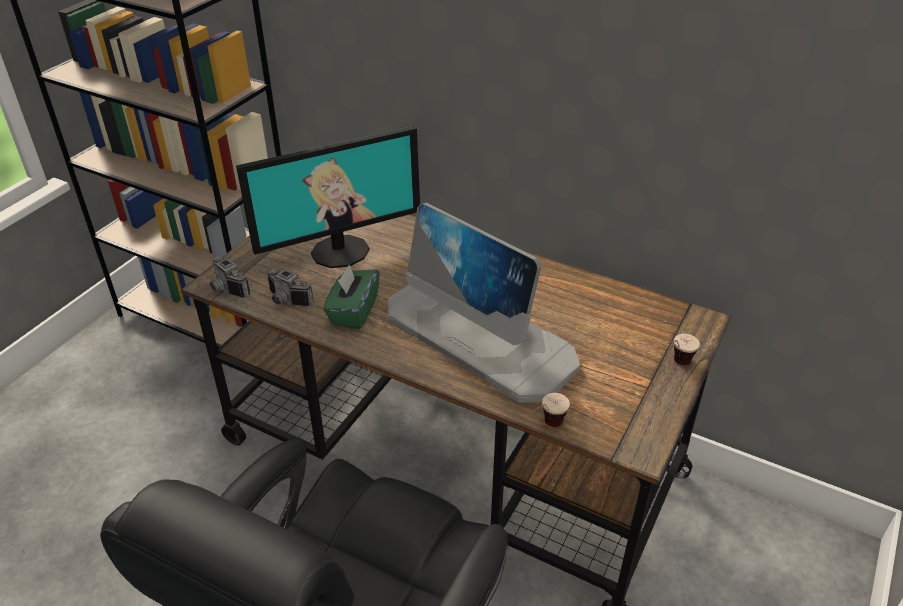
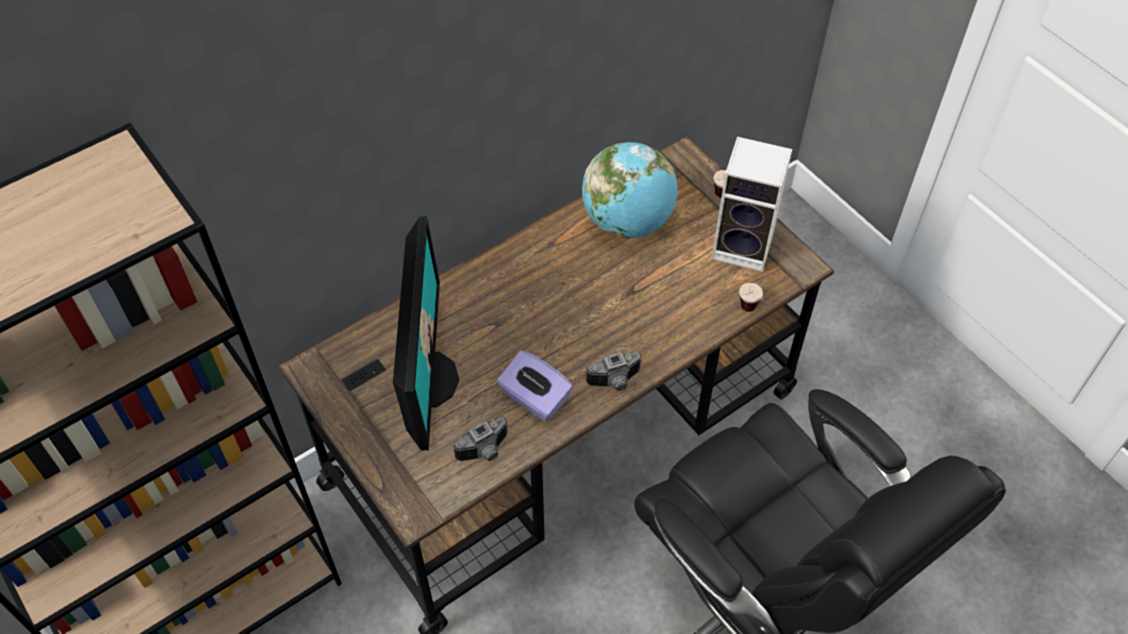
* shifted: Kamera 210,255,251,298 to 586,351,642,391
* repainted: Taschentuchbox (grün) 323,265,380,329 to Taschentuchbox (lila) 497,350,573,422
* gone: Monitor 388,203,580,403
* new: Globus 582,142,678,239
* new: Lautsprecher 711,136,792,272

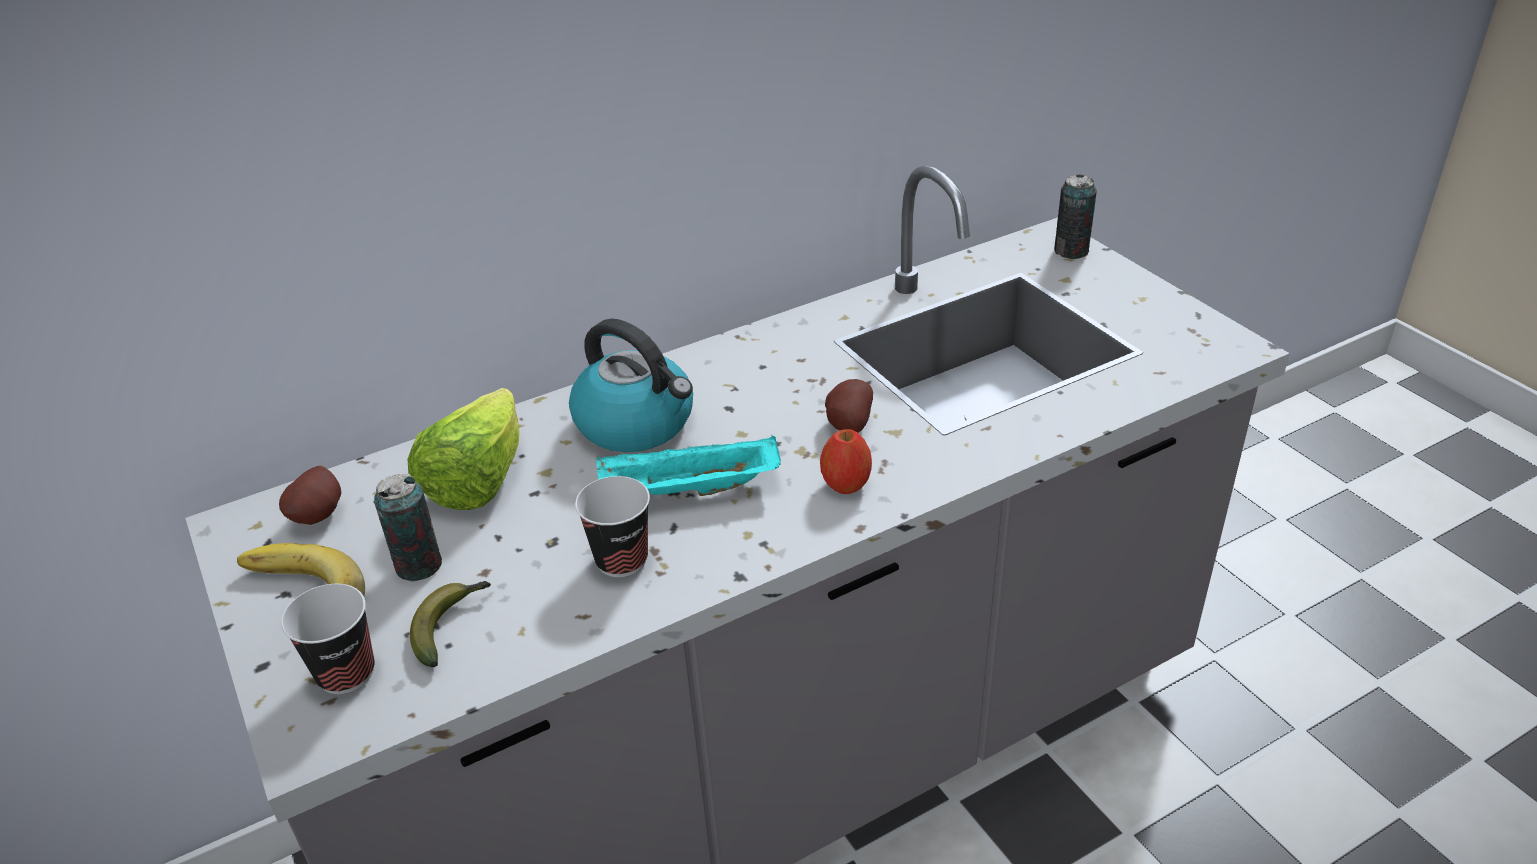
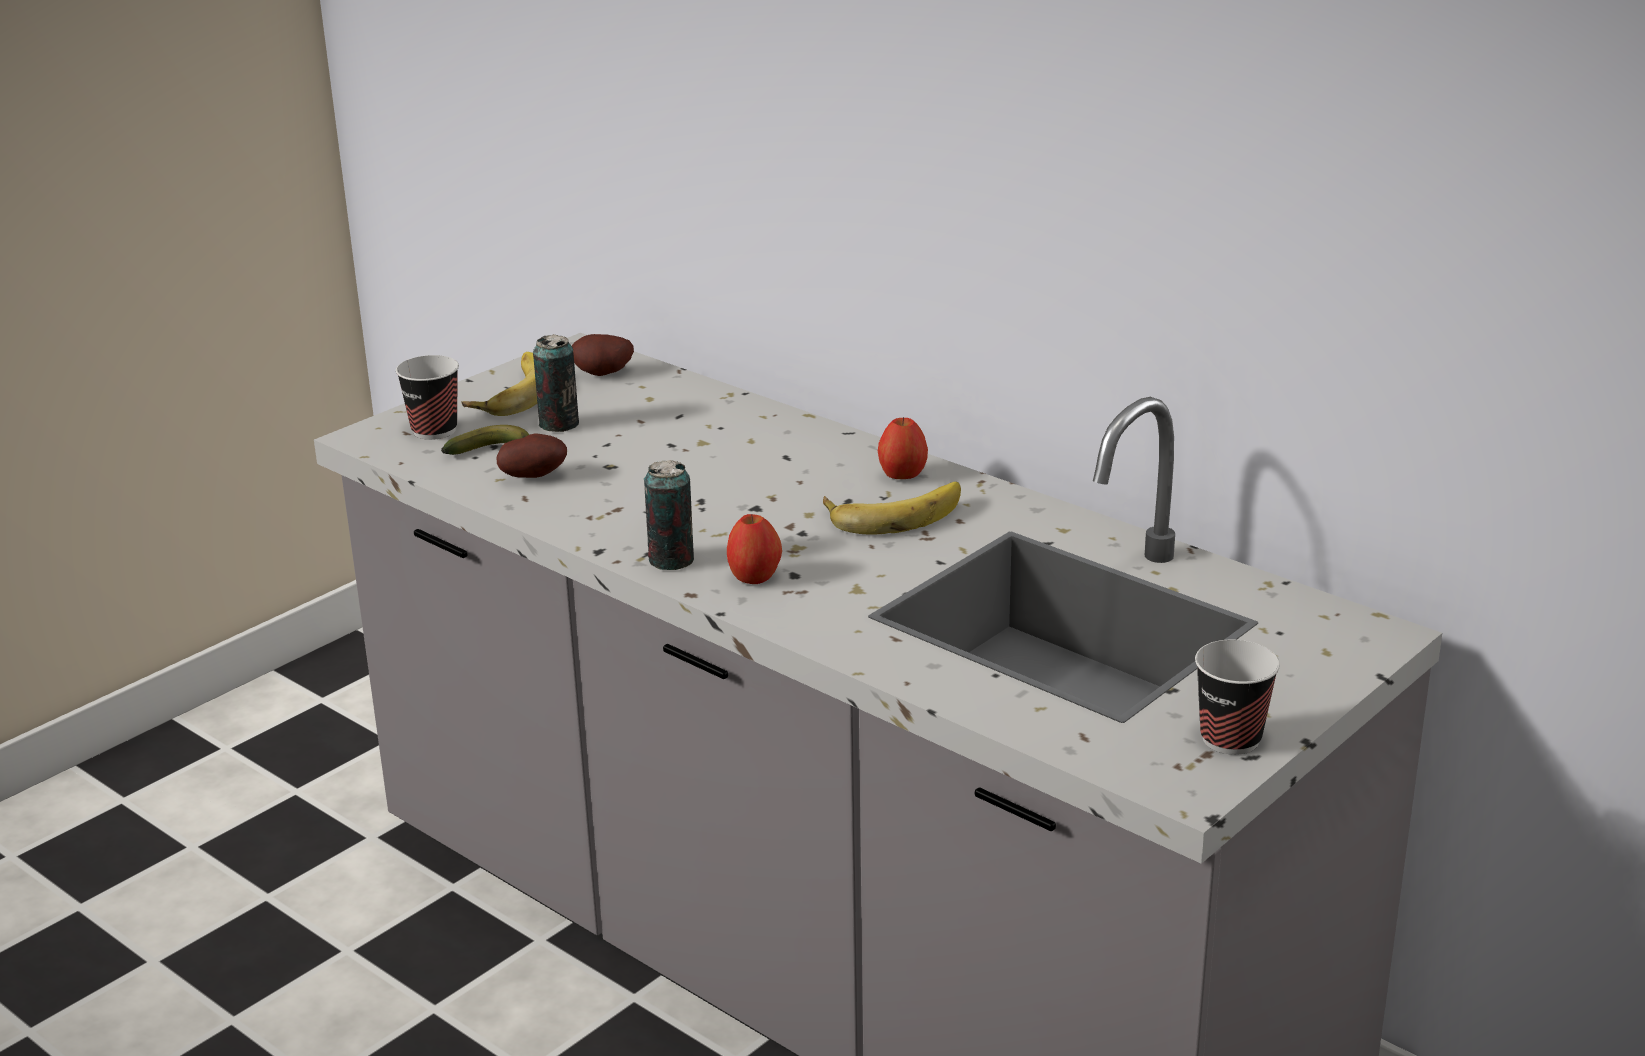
* gone: Salatkopf 408,388,520,510
* gone: Wasserkessel 569,319,693,452
* shifted: Tasse 575,476,650,577 to 1195,640,1280,755
* gone: Tablett (türkis) 596,435,781,496
* shifted: Kartoffel 825,379,873,433 to 497,433,567,478
* shifted: Dose 1054,174,1097,259 to 644,460,694,570
* new: Banane 823,482,961,535
* new: Apfel 878,417,928,479

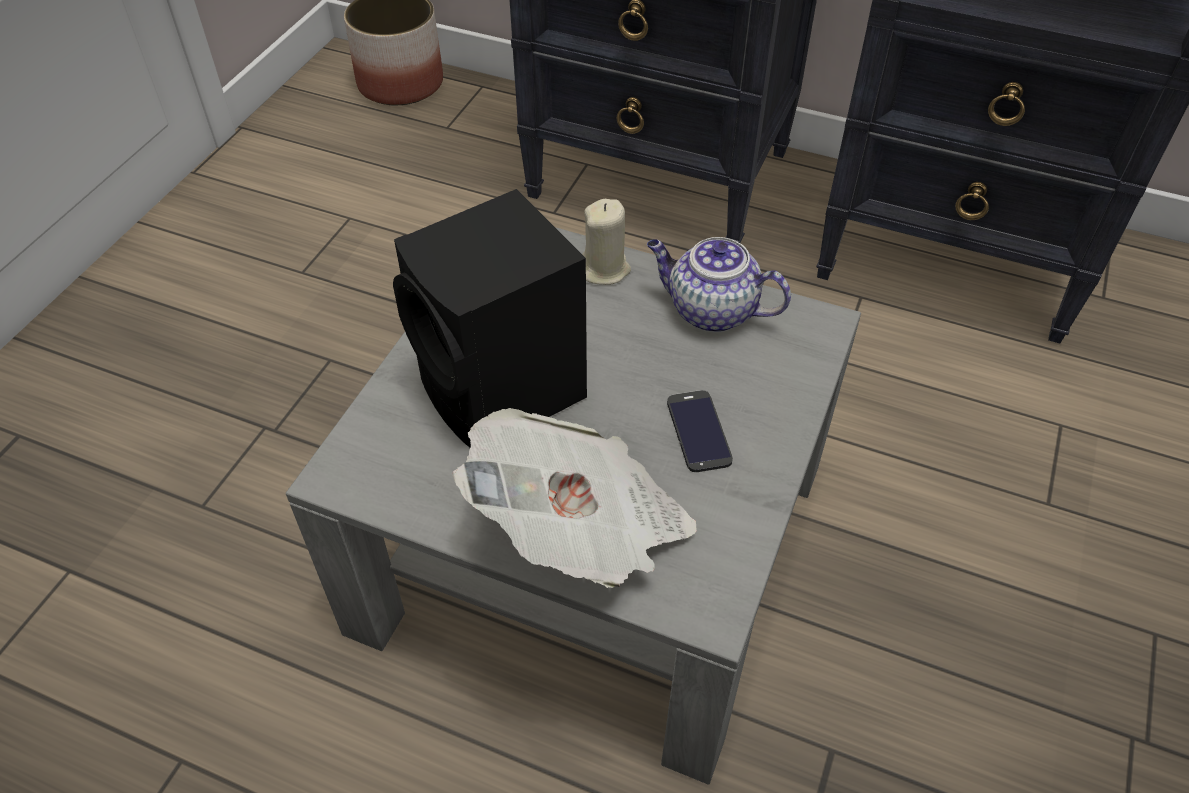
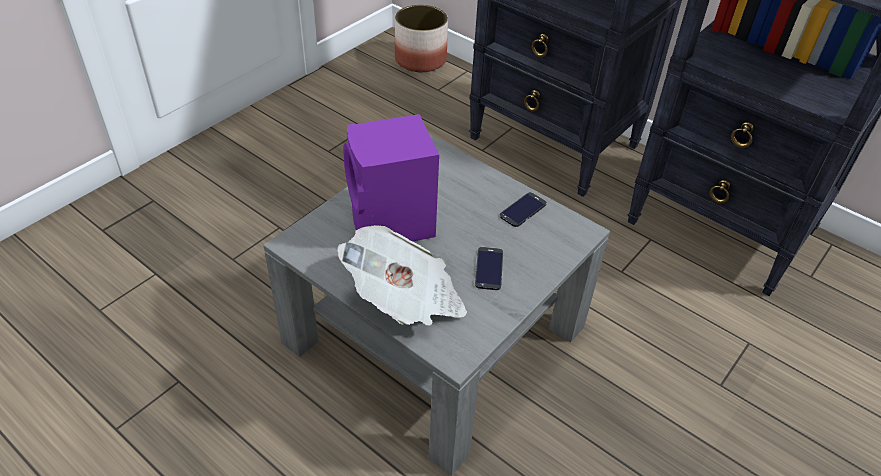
* repainted: Lautsprecher (schwarz) 393,189,587,448 to Lautsprecher (lila) 343,114,439,241
* gone: Kerze (beige) 582,199,631,285
* swapped: Teekanne 647,237,791,333 to Handy 500,192,547,227

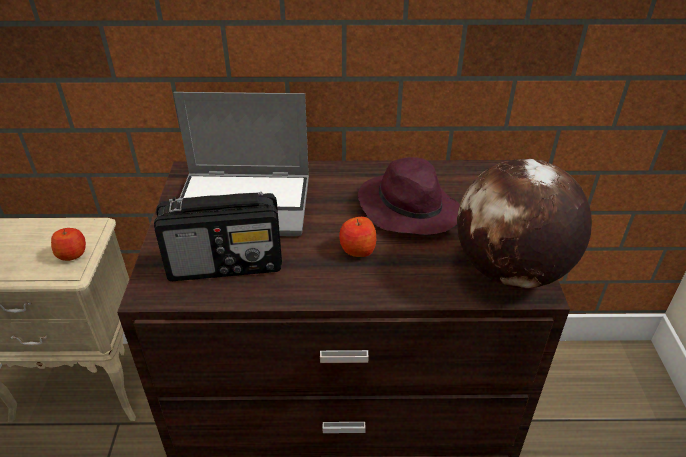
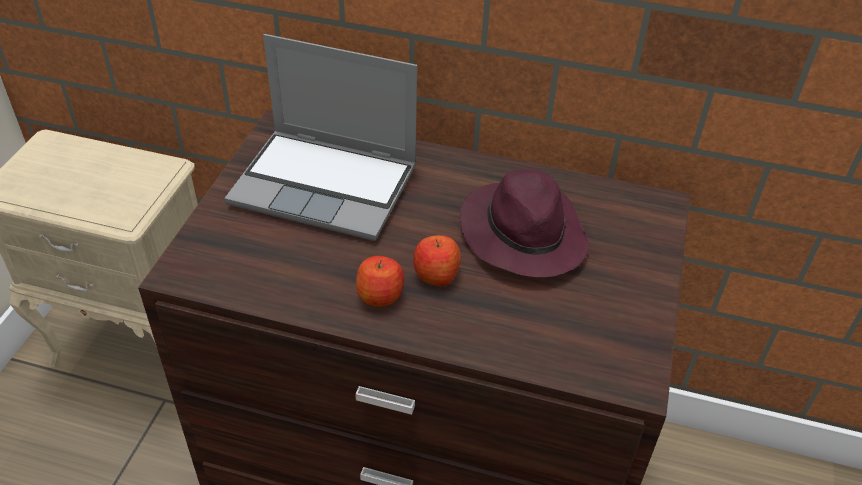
* shifted: Apfel 51,228,86,261 to 356,256,404,307
* gone: Radio 154,192,282,281
* gone: Globus 457,159,592,289

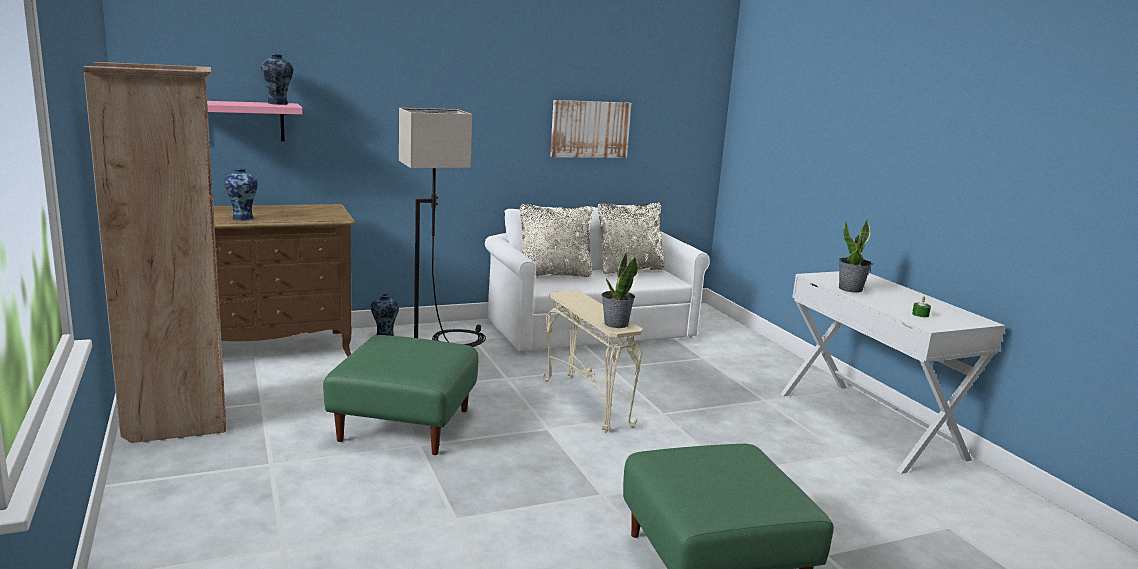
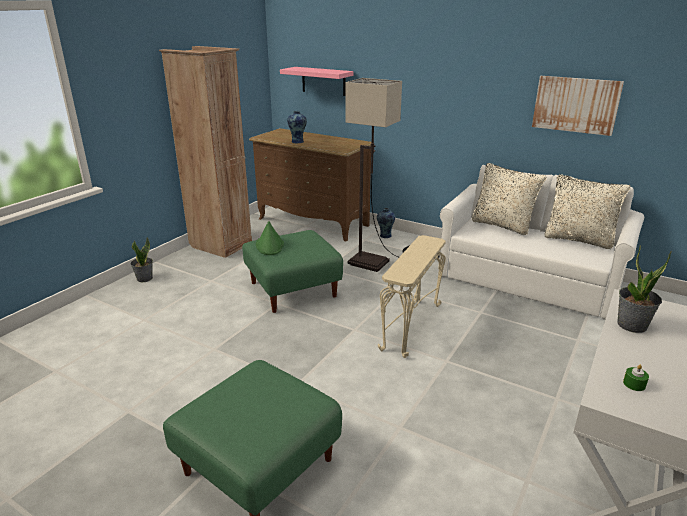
* gone: Vase 261,54,293,105
* shifted: Topfpflanze 601,253,638,328 to 130,237,153,282
* new: Hut (grün) 256,221,284,255

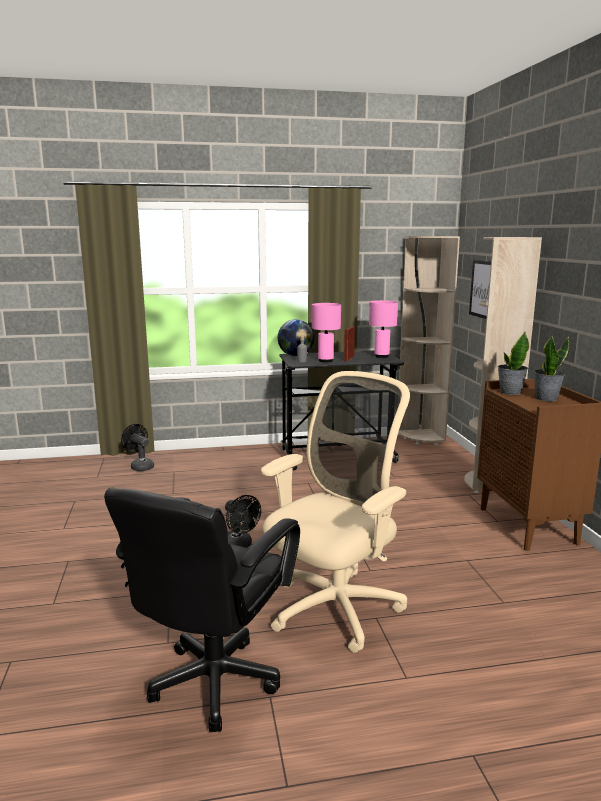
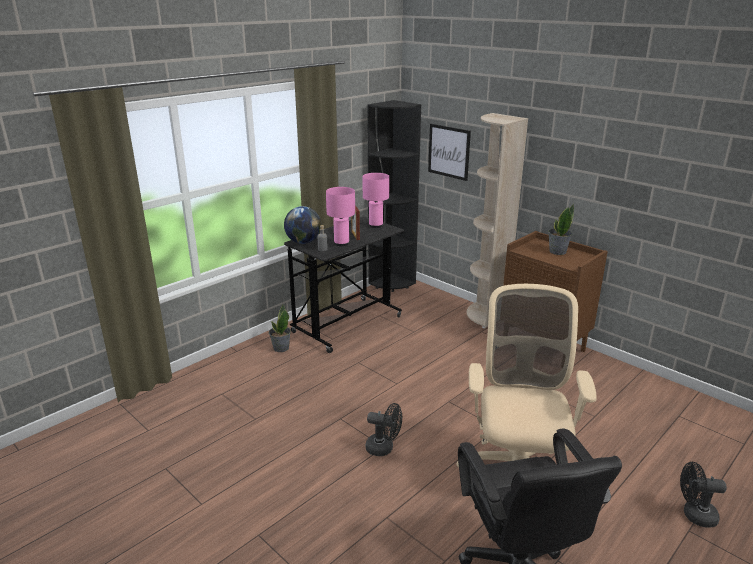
* shifted: Ventilator (schwarz) 121,424,154,471 to 680,462,727,528
* repainted: Bücherregal (beige) 398,236,460,445 to Bücherregal (schwarz) 367,100,421,292
* shifted: Topfpflanze 498,332,529,395 to 269,304,291,352

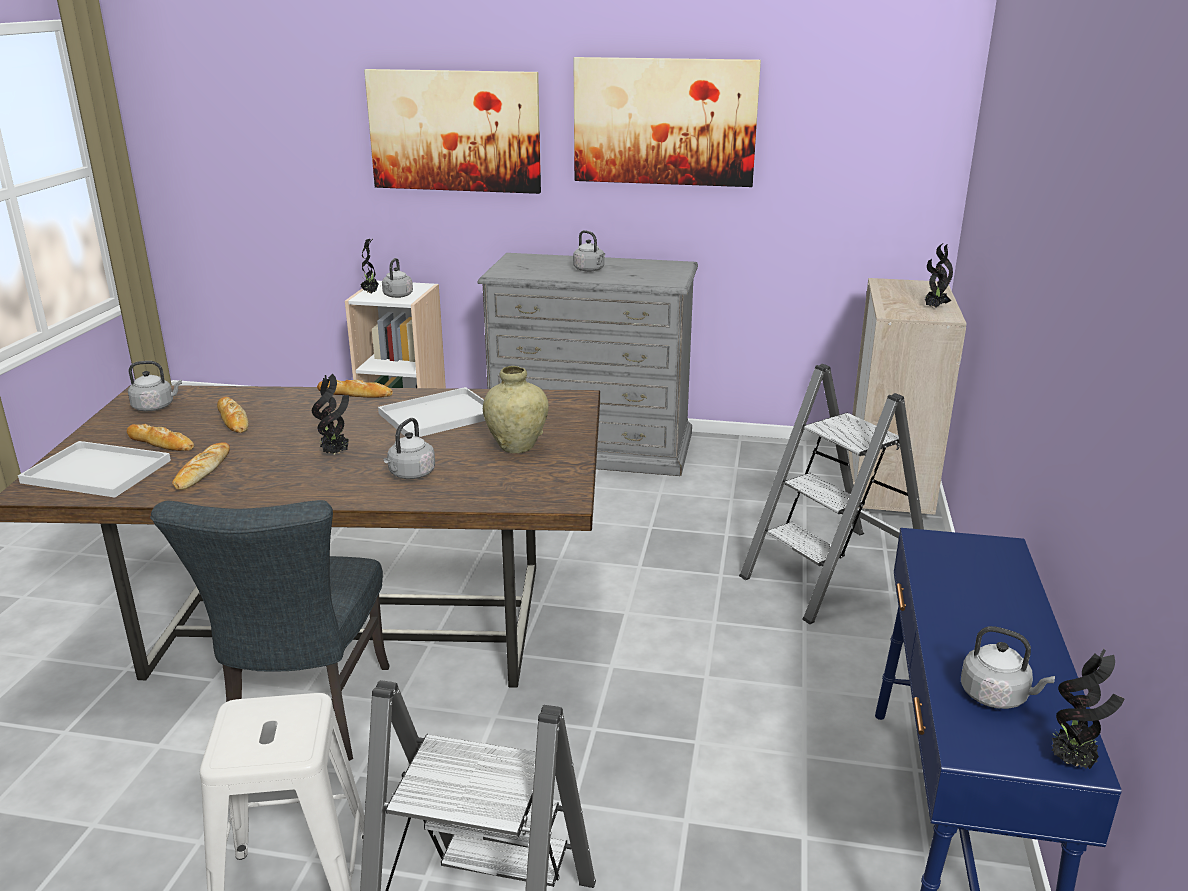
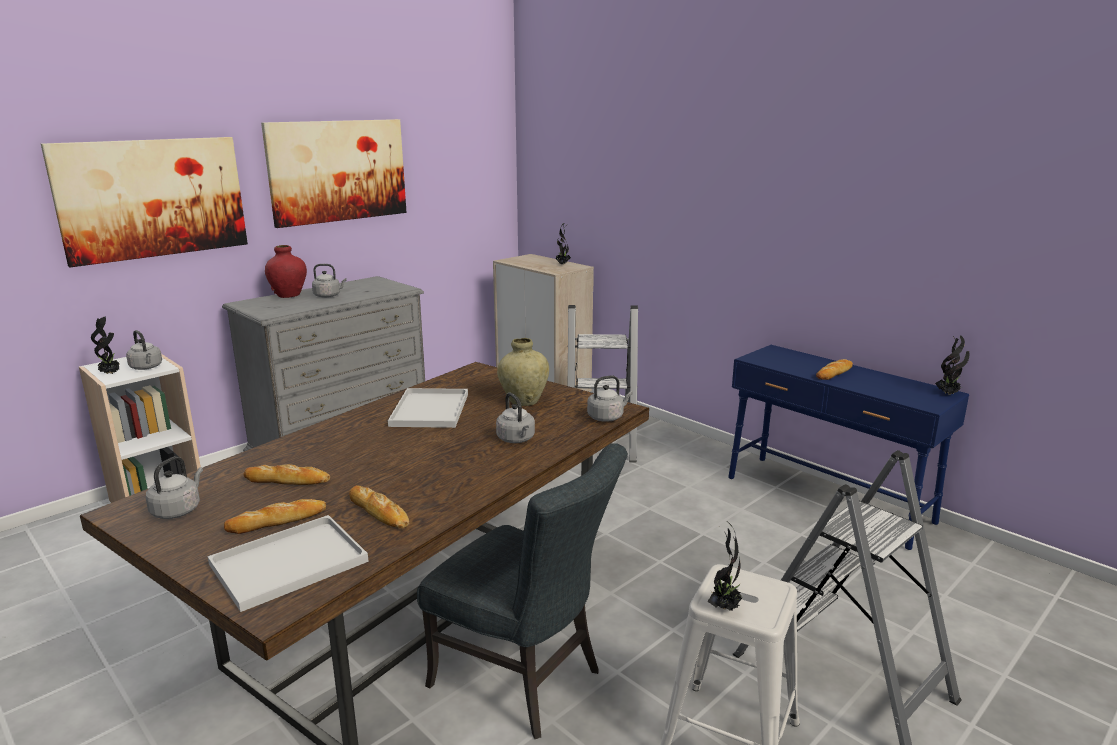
* shifted: Topfpflanze 312,374,349,455 to 708,522,742,611
* shifted: Brot 317,380,393,398 to 816,359,853,380
* shifted: Wasserkessel (grau) 961,626,1055,709 to 587,375,633,422
* new: Vase (rot) 265,245,307,298

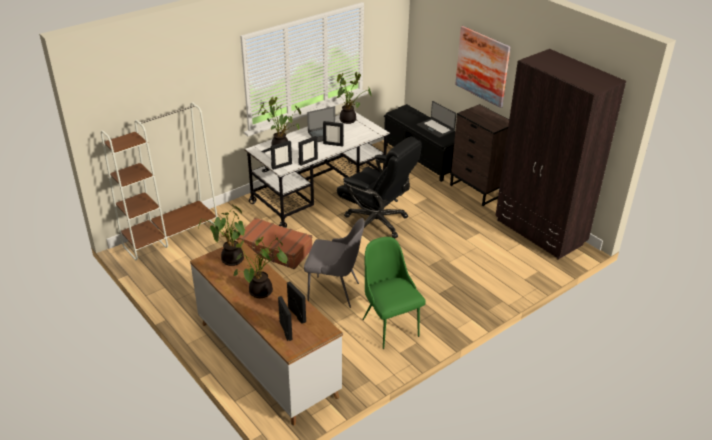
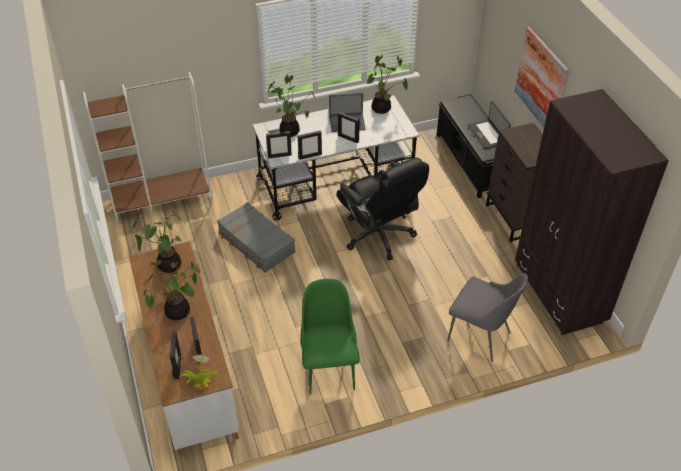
* repainted: Koffer (braun) 236,217,312,269 to Koffer (grau) 217,202,295,273
* shifted: Stuhl (grau) 304,218,364,308 to 448,273,528,362
* new: Topfpflanze 180,354,217,390

